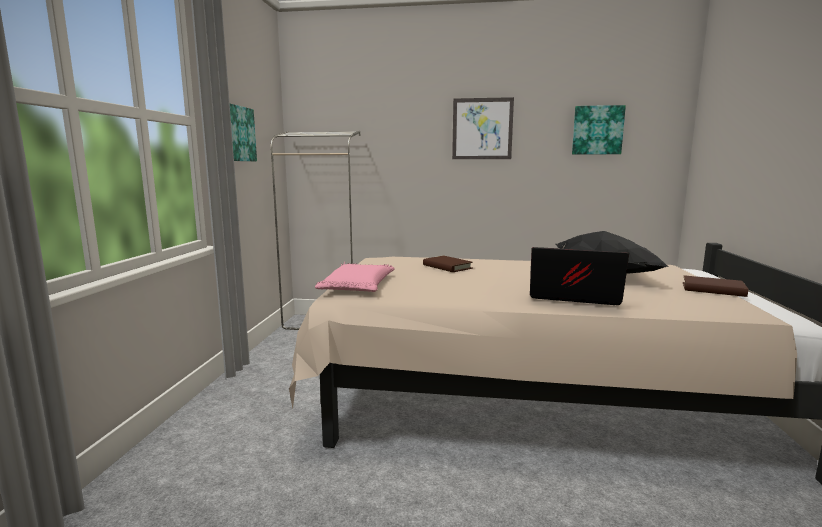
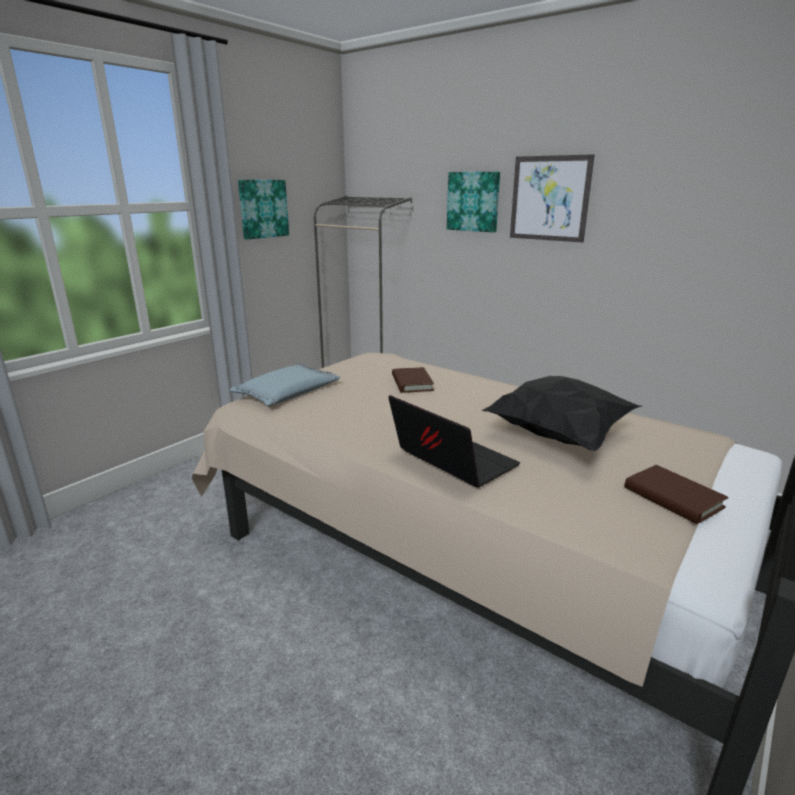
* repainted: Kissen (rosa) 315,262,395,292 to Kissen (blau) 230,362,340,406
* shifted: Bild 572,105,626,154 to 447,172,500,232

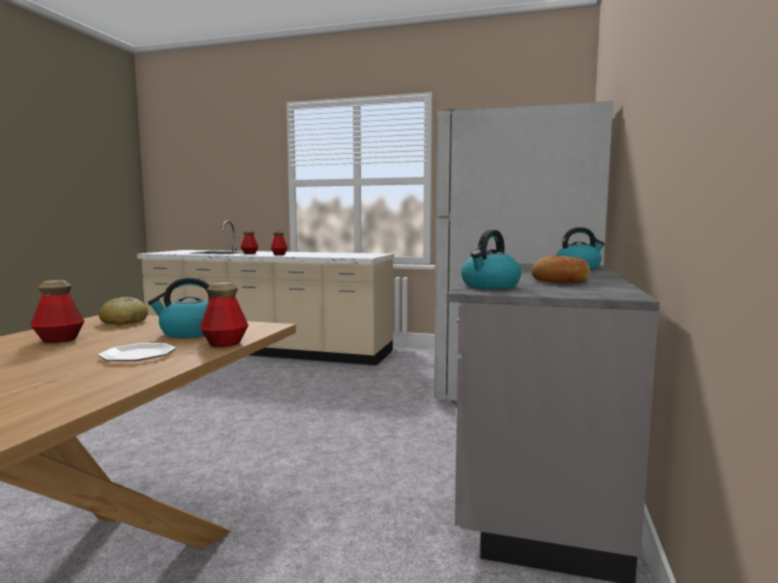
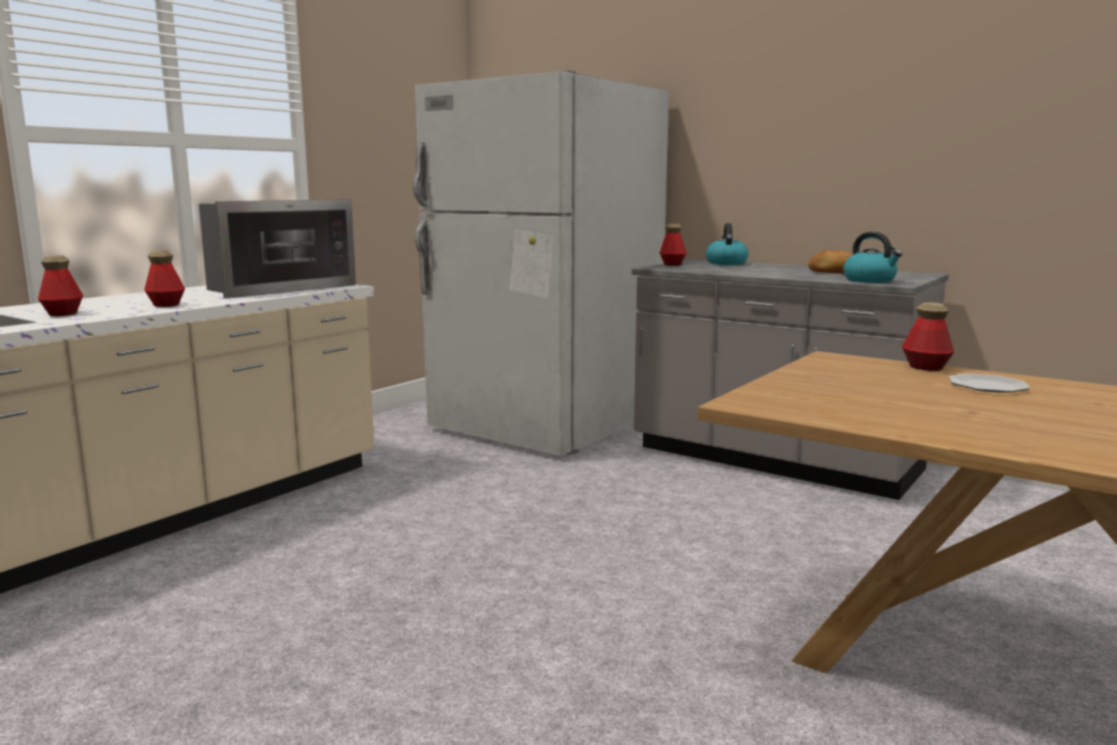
* shifted: Flasche 30,280,85,343 to 660,223,687,266
* gone: Brot 99,297,148,325
* gone: Wasserkessel 148,277,211,338
* new: Mikrowelle 199,199,356,298

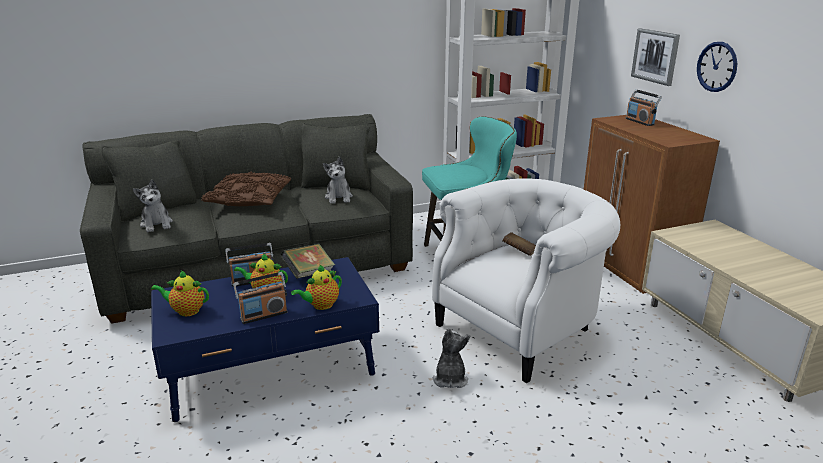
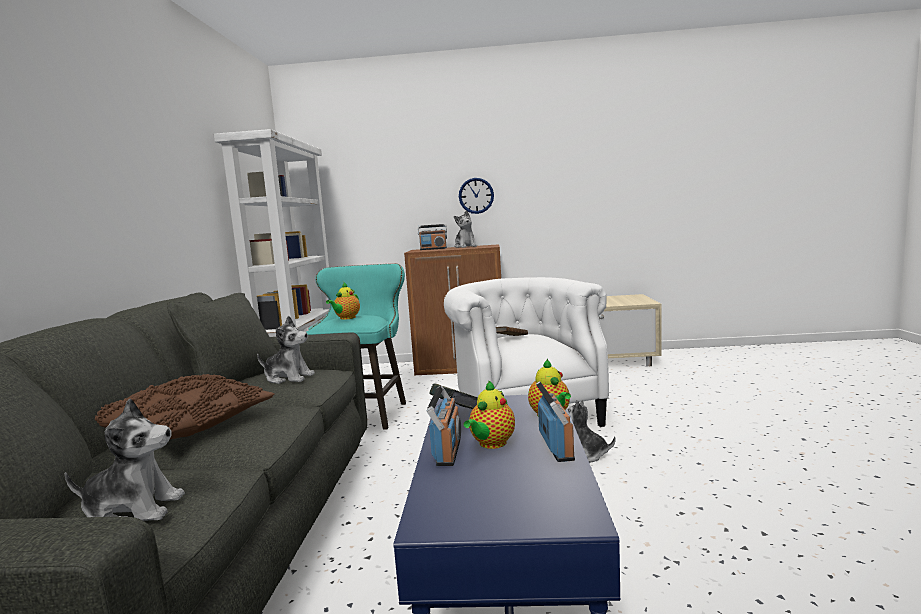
* shifted: Teekanne 151,270,209,316 to 326,282,360,320
* gone: Bild 631,28,680,86
* new: Plüschtier 454,210,477,248

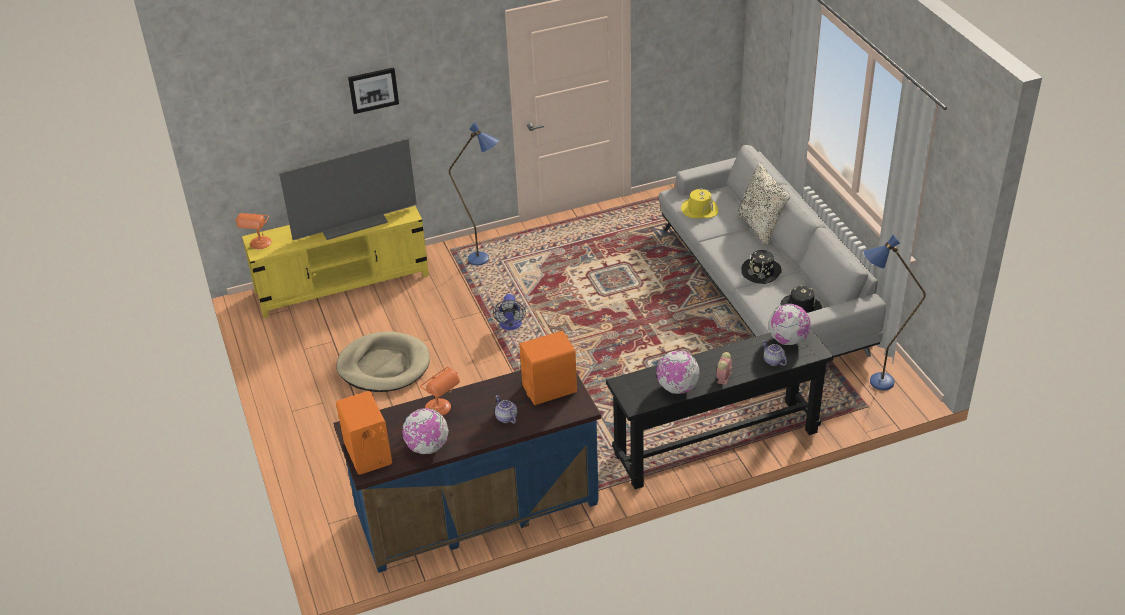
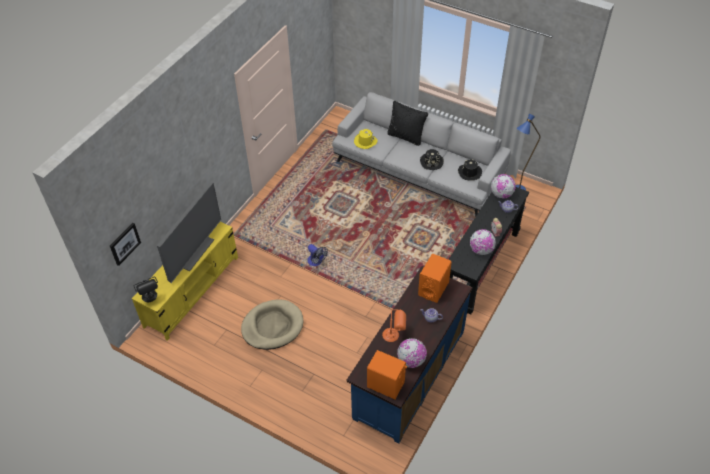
* repainted: Tischlampe (orange) 235,213,272,249 to Tischlampe (schwarz) 133,277,158,302
* shifted: Bild 348,67,399,114 to 110,223,141,266
* gone: Stehlampe (blau) 449,122,499,266
* repainted: Kissen (beige) 738,163,791,245 to Kissen (schwarz) 387,101,428,146

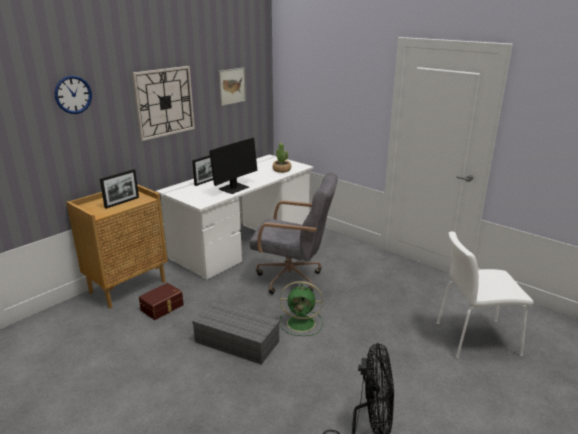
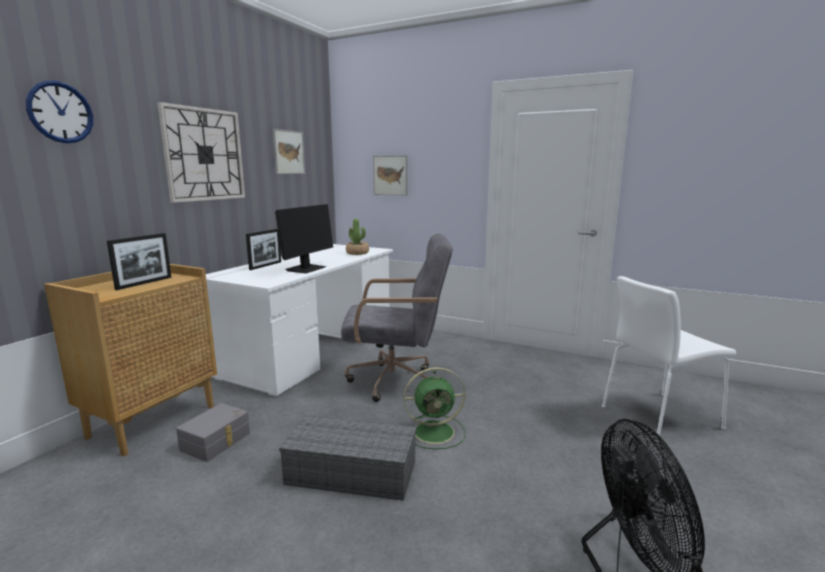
* repainted: Aufbewahrungsbox (braun) 139,283,184,320 to Aufbewahrungsbox (grau) 176,403,250,462
* new: Bild 373,155,408,196

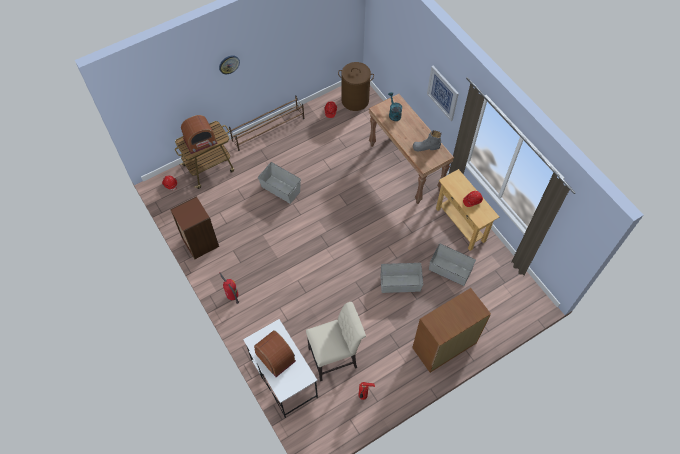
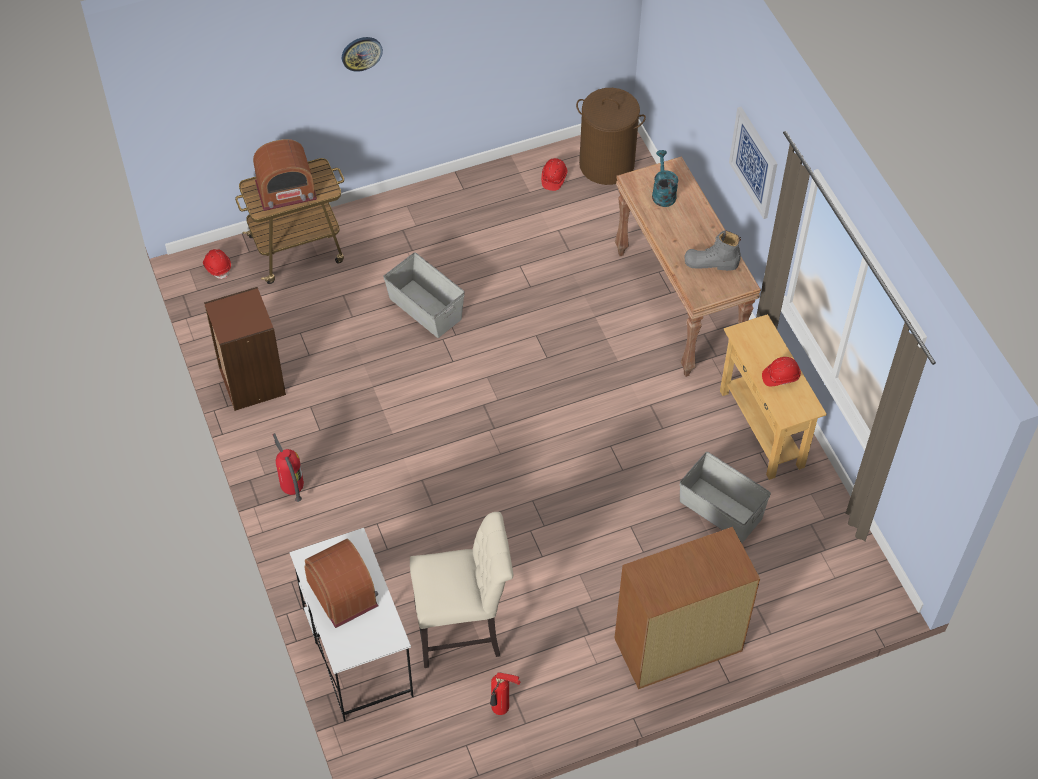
* gone: Schuhregal (braun) 229,95,304,151
* gone: Aufbewahrungsbox (grau) 380,263,423,293

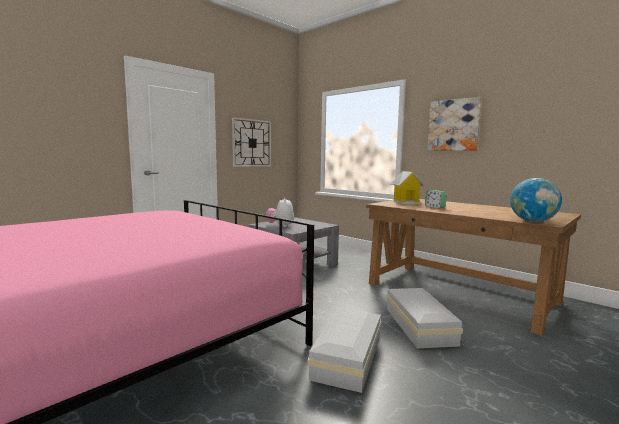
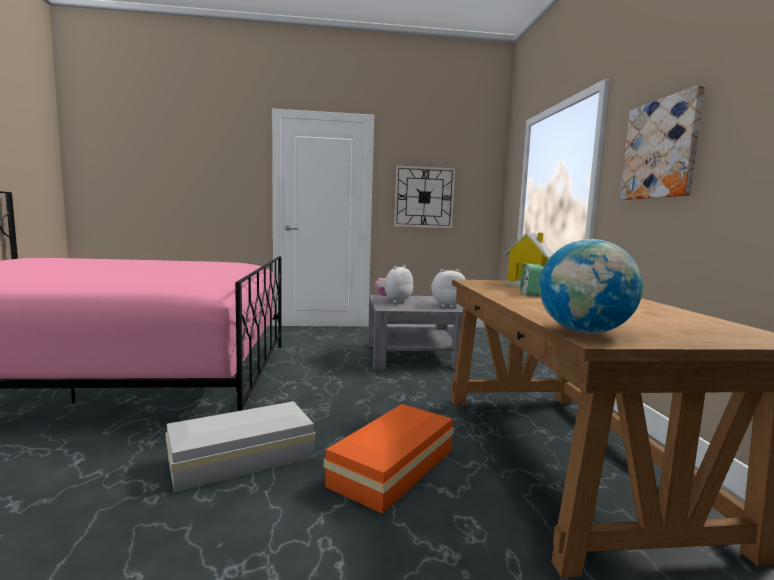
* repainted: Aufbewahrungsbox (weiß) 386,288,463,348 to Aufbewahrungsbox (orange) 324,404,454,514
* new: Plüschtier 431,269,466,307

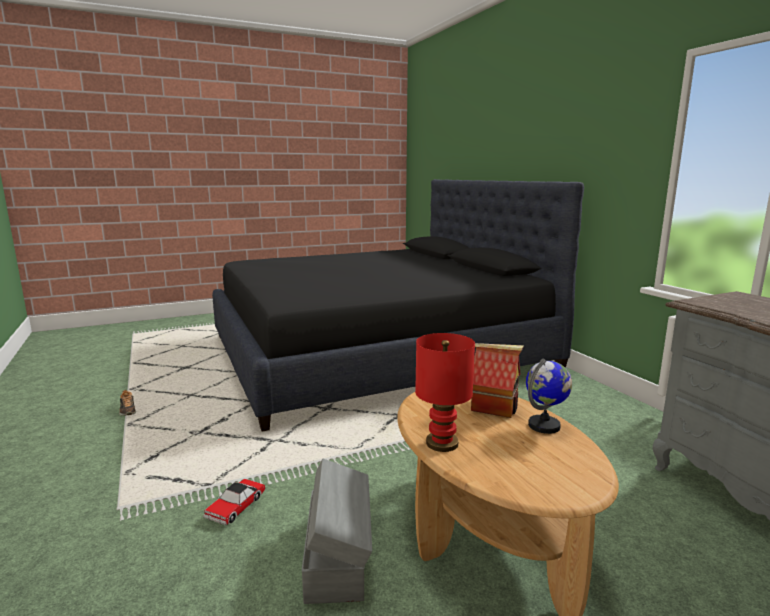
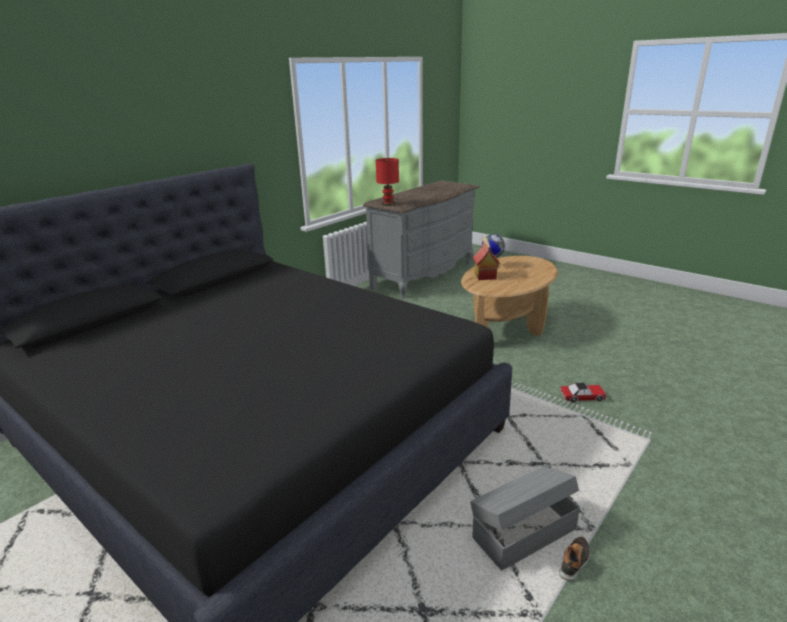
* shifted: Aufbewahrungsbox (grau) 302,459,372,604 to 470,466,580,571
* shifted: Tischlampe (rot) 415,333,475,452 to 376,158,399,206

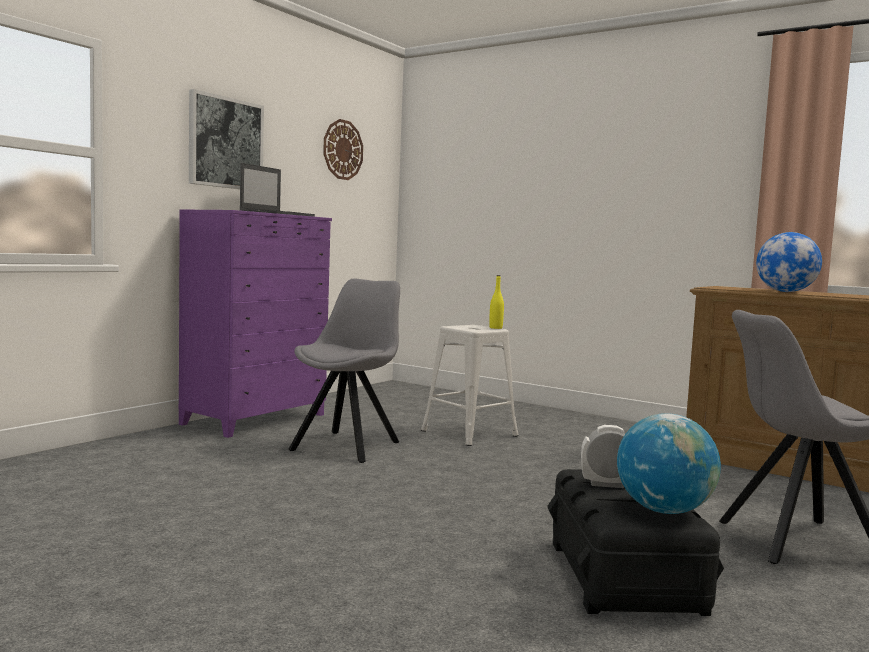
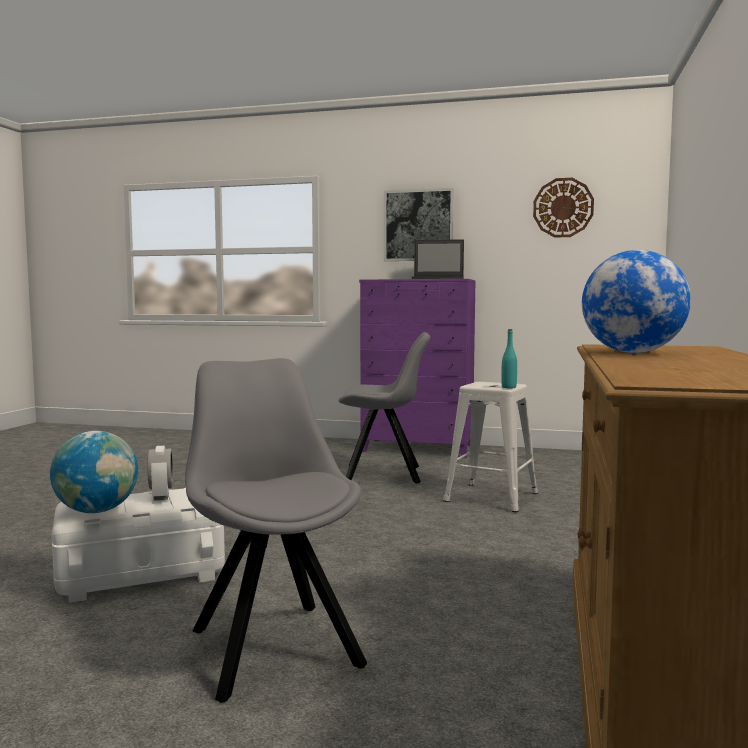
* repainted: Flasche (gelb) 489,275,504,329 to Flasche (türkis) 501,329,517,388
* repainted: Aufbewahrungsbox (schwarz) 547,469,724,616 to Aufbewahrungsbox (weiß) 51,488,225,603

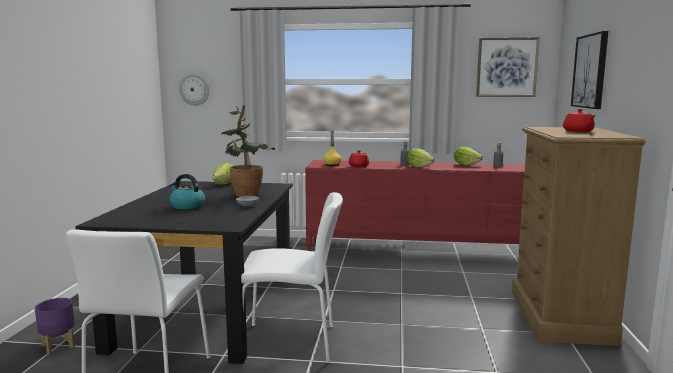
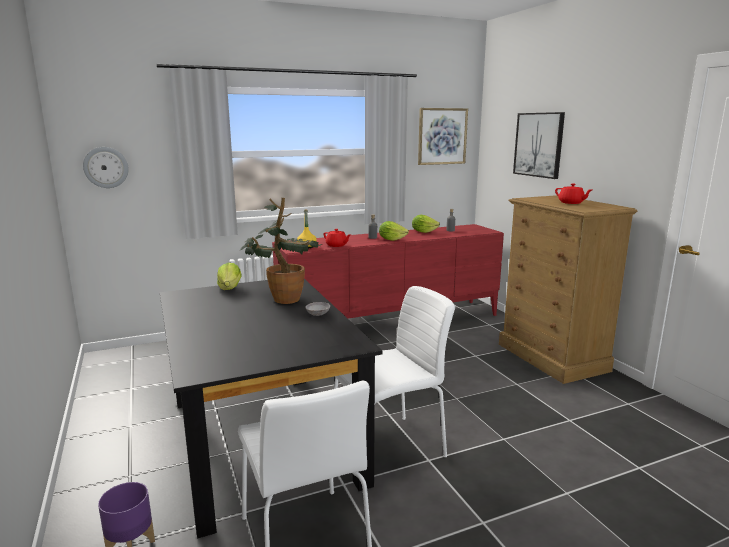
* gone: Wasserkessel 169,174,205,210

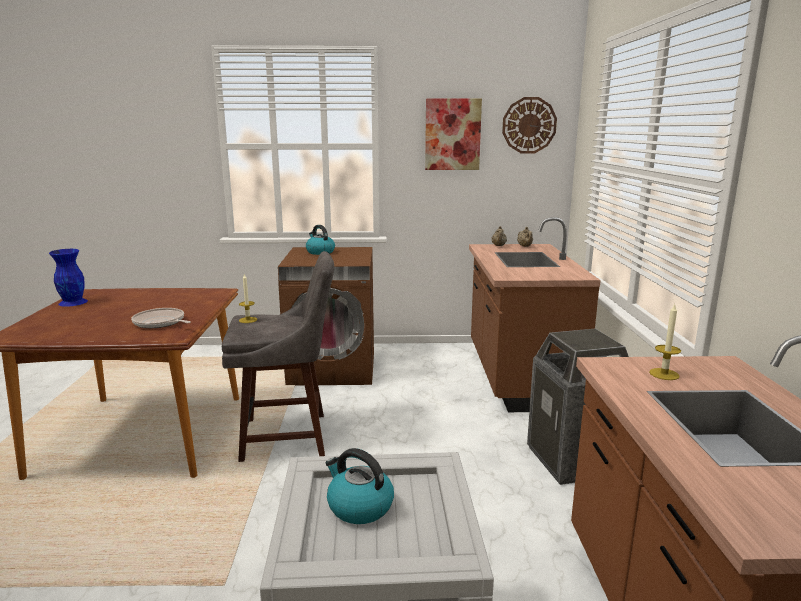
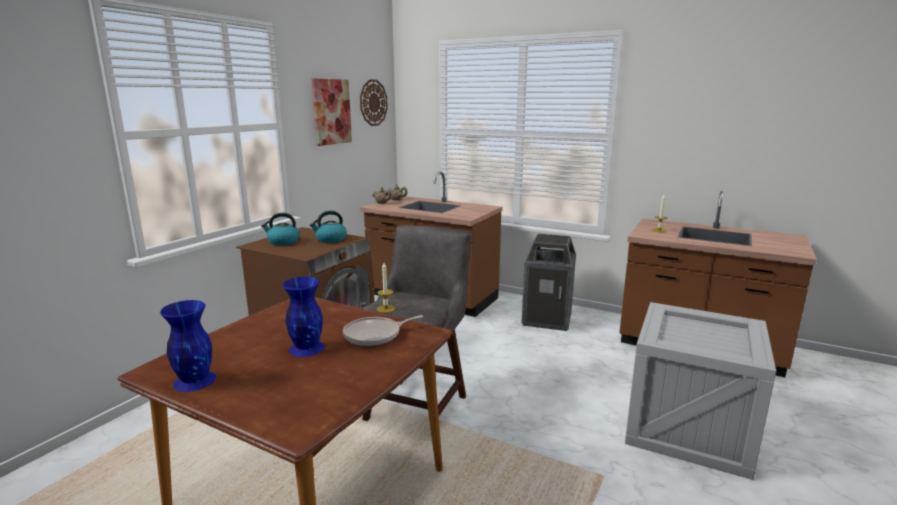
* shifted: Wasserkessel 325,448,394,524 to 310,211,347,243
* new: Vase (blau) 282,277,325,357

